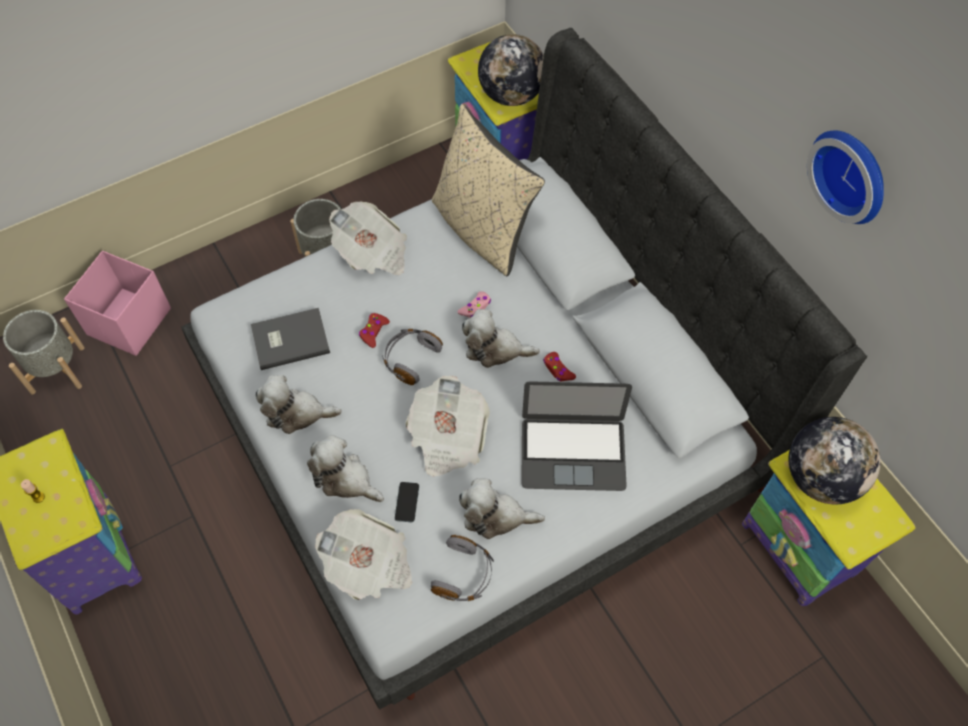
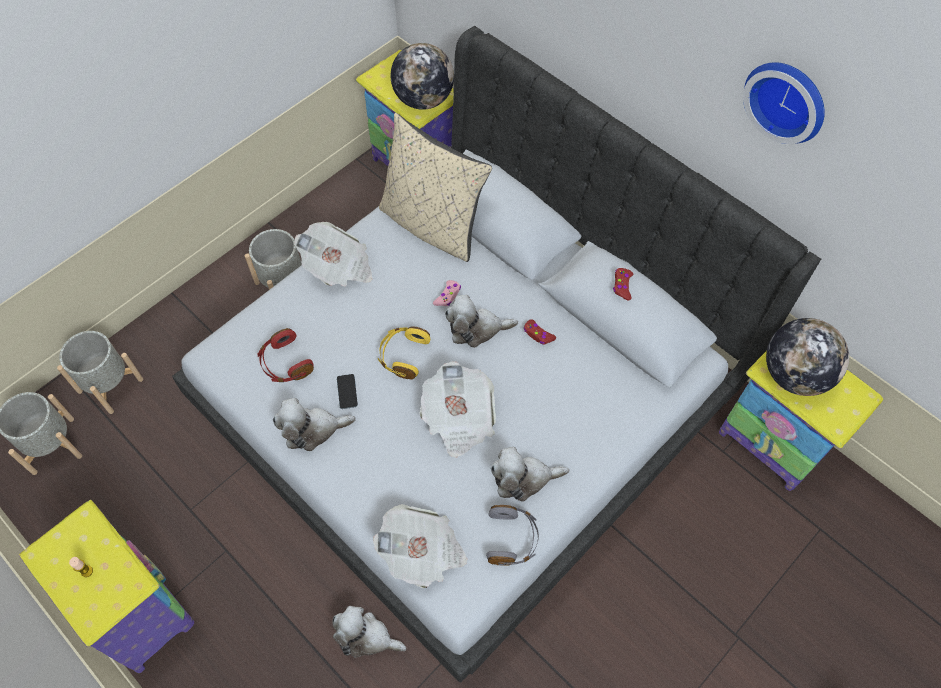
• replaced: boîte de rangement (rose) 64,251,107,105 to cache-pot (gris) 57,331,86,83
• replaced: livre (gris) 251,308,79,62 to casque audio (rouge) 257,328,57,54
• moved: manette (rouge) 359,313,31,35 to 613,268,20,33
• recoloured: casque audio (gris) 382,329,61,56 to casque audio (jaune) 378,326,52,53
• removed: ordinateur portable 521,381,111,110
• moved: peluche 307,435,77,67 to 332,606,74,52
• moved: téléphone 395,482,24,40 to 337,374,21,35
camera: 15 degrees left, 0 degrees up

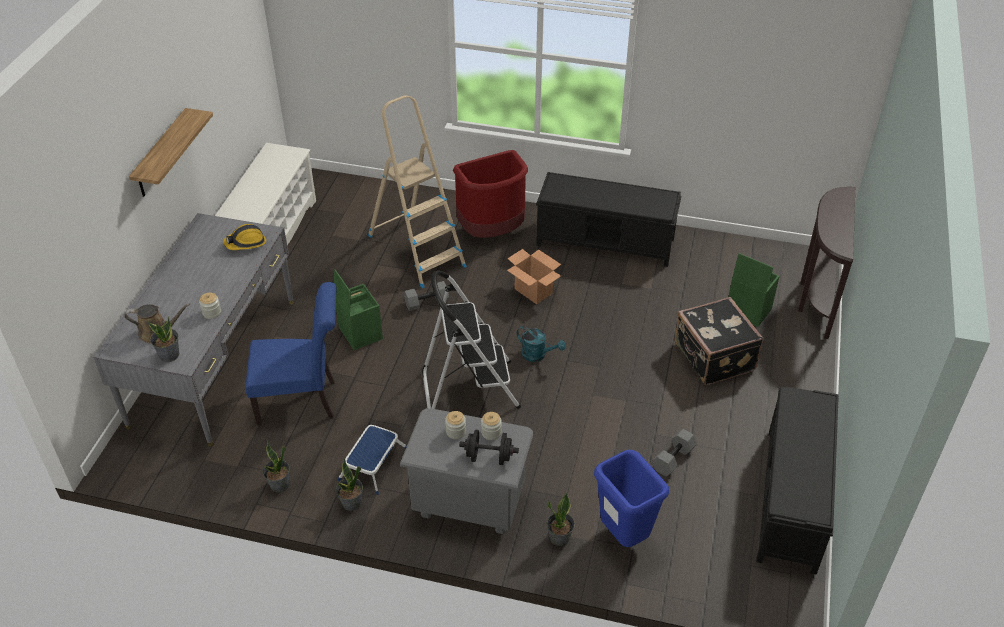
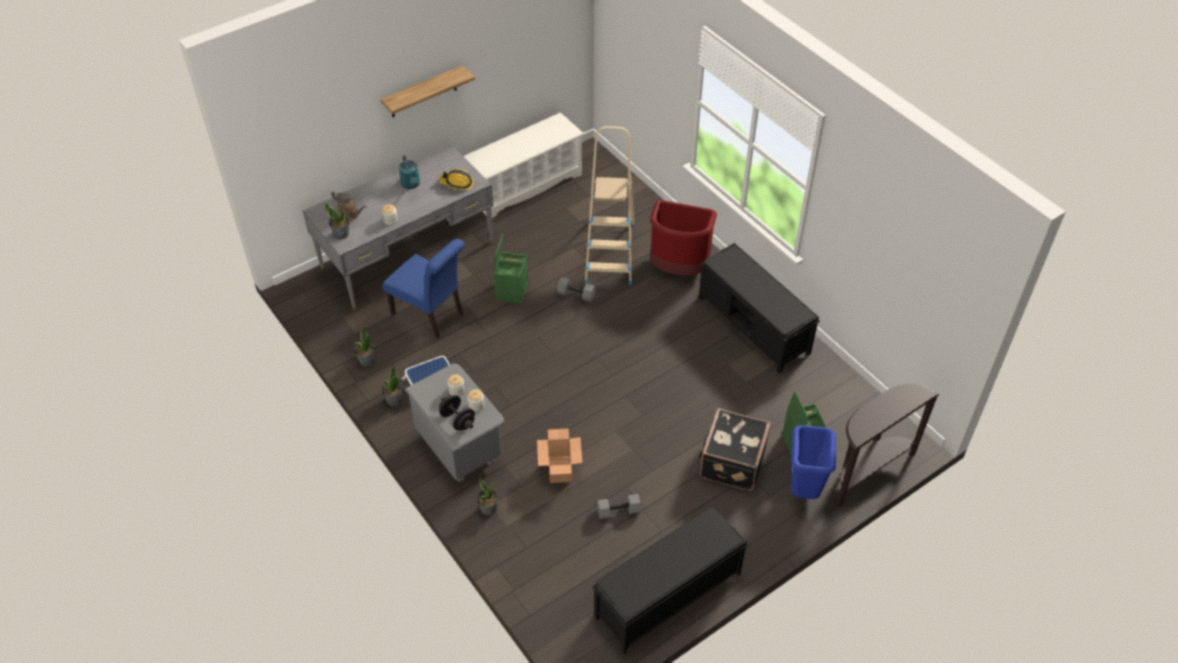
• moved: carton 507,249,54,55 to 537,429,45,54
• removed: escabeau 422,270,99,139
• moved: arrosoir (turquoise) 517,326,49,36 to 399,156,21,33
• moved: poubelle (bleu) 594,450,75,97 to 791,425,45,74
camera: 40 degrees right, 5 degrees up

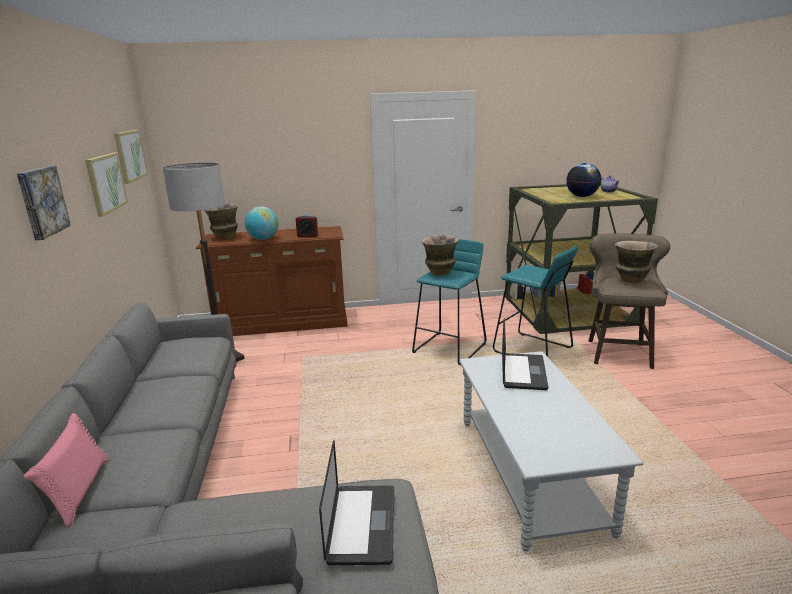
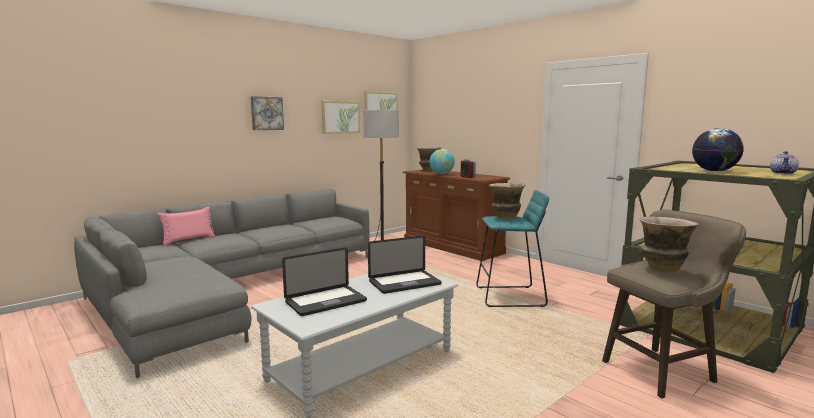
• removed: tabouret (turquoise) 493,246,85,111
• moved: ordinateur portable 319,440,75,125 to 282,247,85,69
camera: 55 degrees right, 10 degrees down

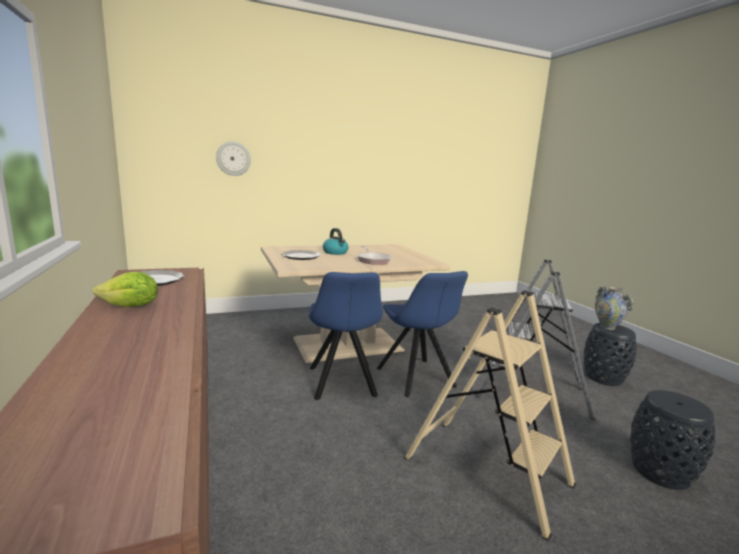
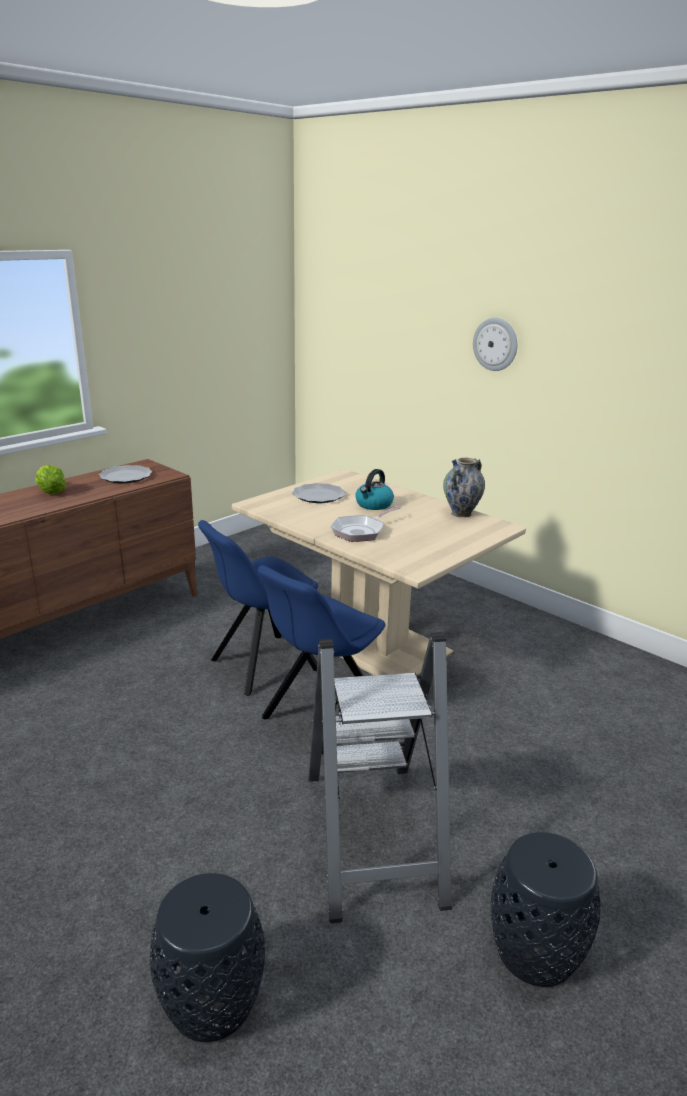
• moved: horloge murale 216,142,35,34 to 473,318,44,53
• moved: vase 595,287,39,43 to 443,458,42,59
• removed: escabeau (beige) 403,290,173,251
camera: 65 degrees right, 10 degrees up

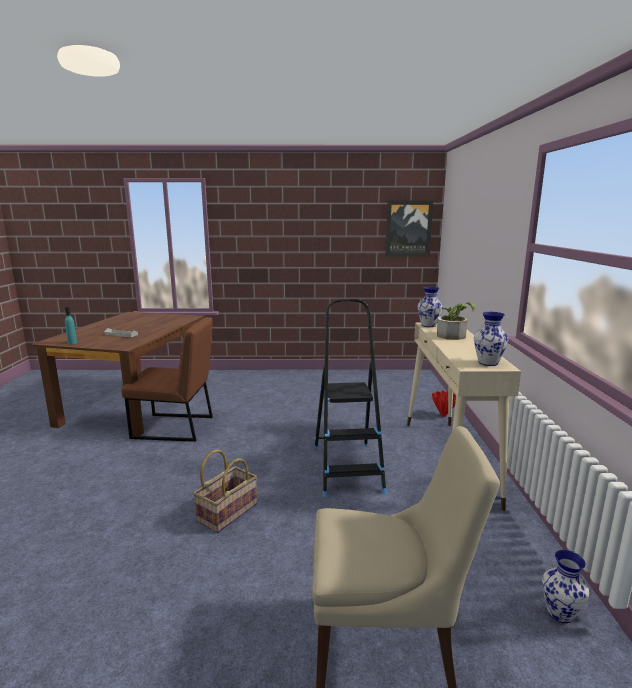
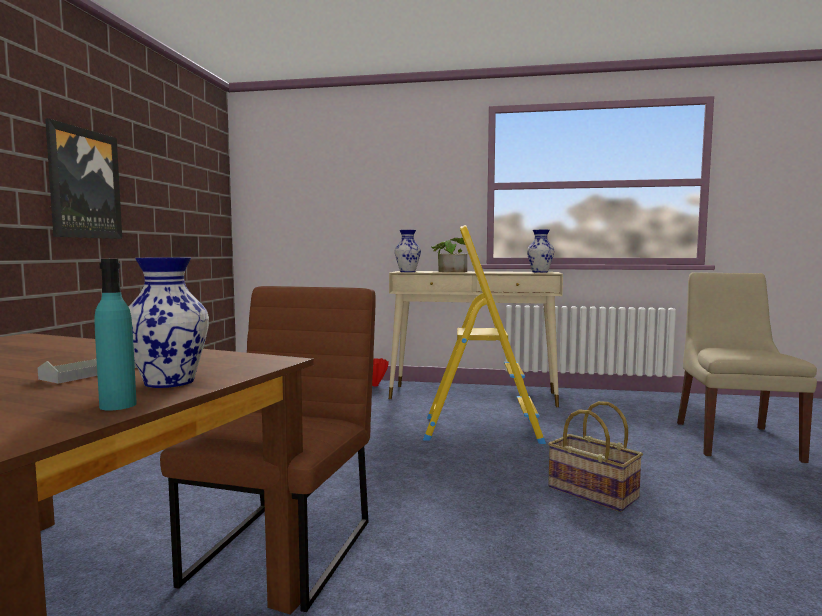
• moved: tableau 385,201,48,56 to 45,118,77,121
• recoloured: escabeau (noir) 314,299,73,198 to escabeau (jaune) 423,225,123,219
• moved: vase 542,550,47,73 to 129,257,80,131
camera: 80 degrees left, 10 degrees down

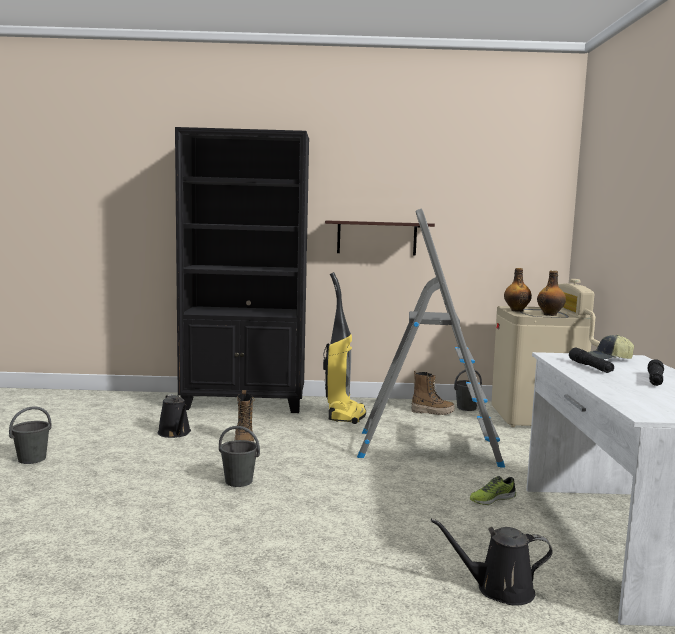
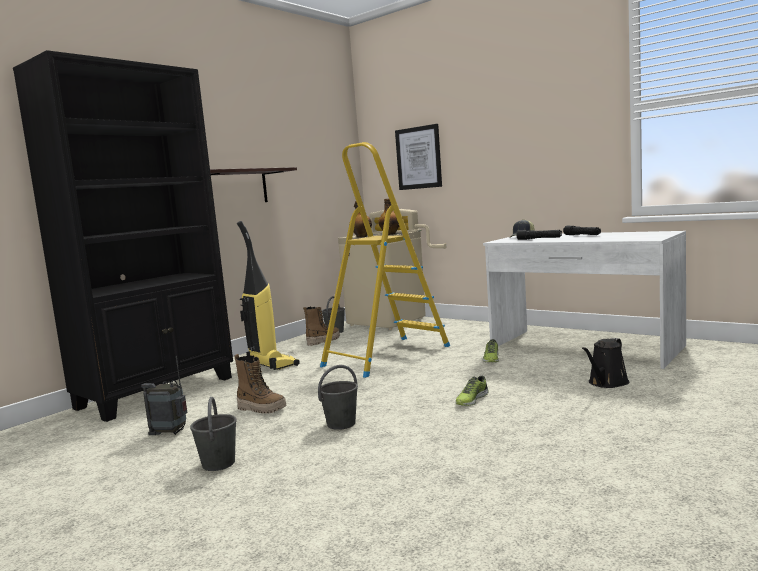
• recoloured: escabeau (gris) 357,209,148,259 to escabeau (jaune) 320,142,130,236
• replaced: arrosoir (noir) 158,394,33,44 to radio 141,356,46,79
• moved: seau (gris) 9,406,43,58 to 190,397,47,74
• added: tableau 395,124,47,66
• added: chaussure 455,376,33,30
camera: 50 degrees left, 0 degrees up

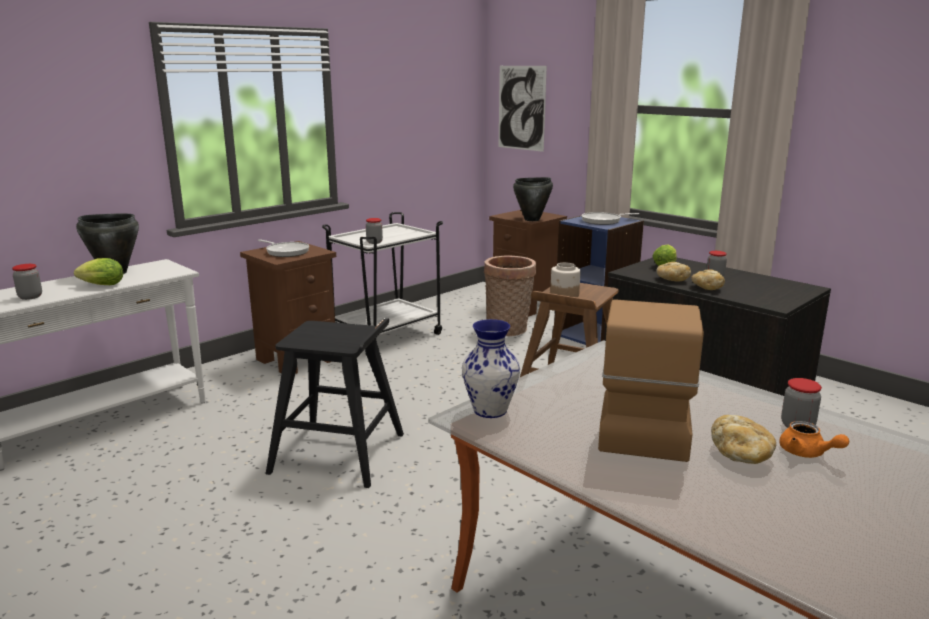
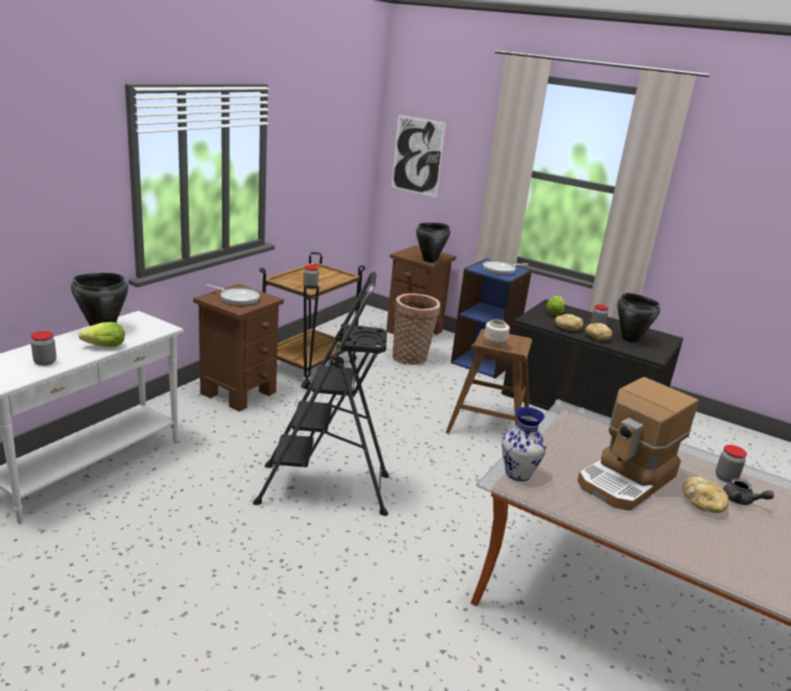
• recoloured: chariot (blanc) 322,212,121,143 to chariot (marron) 259,252,106,137
• turned: machine à café 598,299,106,163 = 577,377,122,134 135 degrees counterclockwise
• replaced: tabouret (noir) 266,318,138,170 to escabeau 253,271,136,245
• recoloured: théière (orange) 779,421,70,37 to théière (gris) 723,478,51,27
• added: marmite (noir) 617,293,43,49
camera: 15 degrees left, 5 degrees up

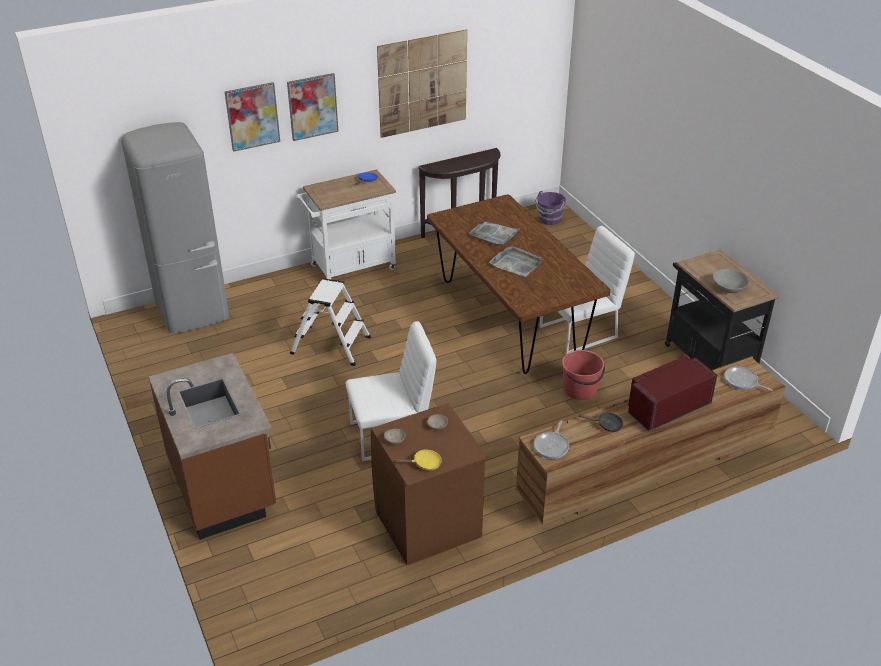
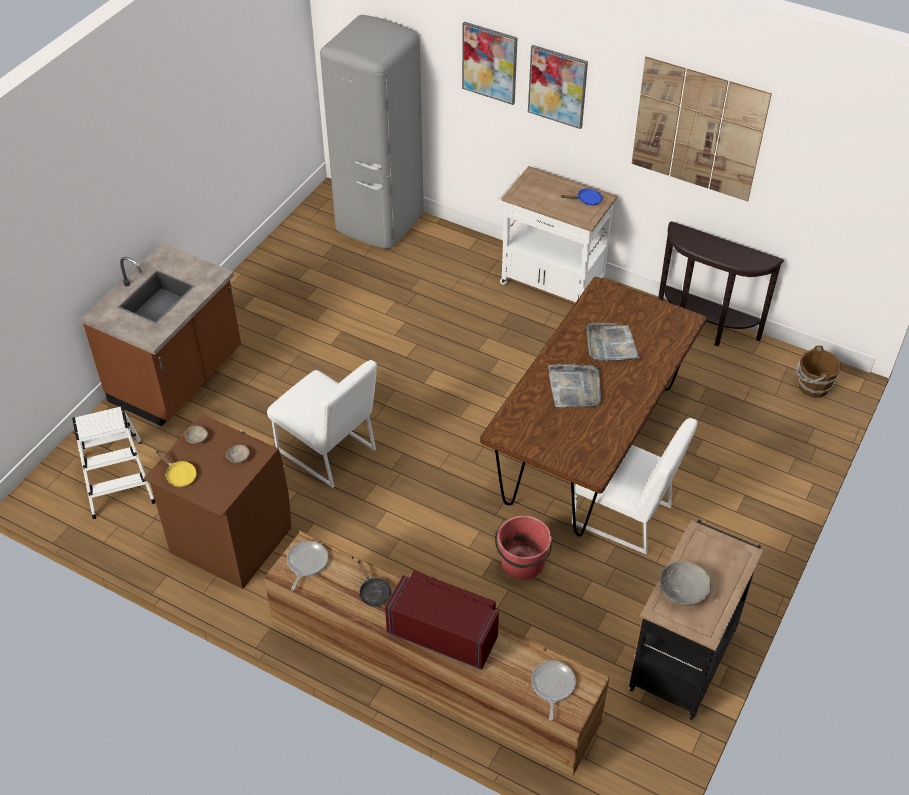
• recoloured: seau (violet) 535,191,31,34 to seau (marron) 796,345,46,53
• moved: escabeau (blanc) 290,278,81,88 to 72,406,84,113
• turned: poêle 534,421,35,38 = 287,541,41,50 120 degrees clockwise
camera: 55 degrees right, 10 degrees up

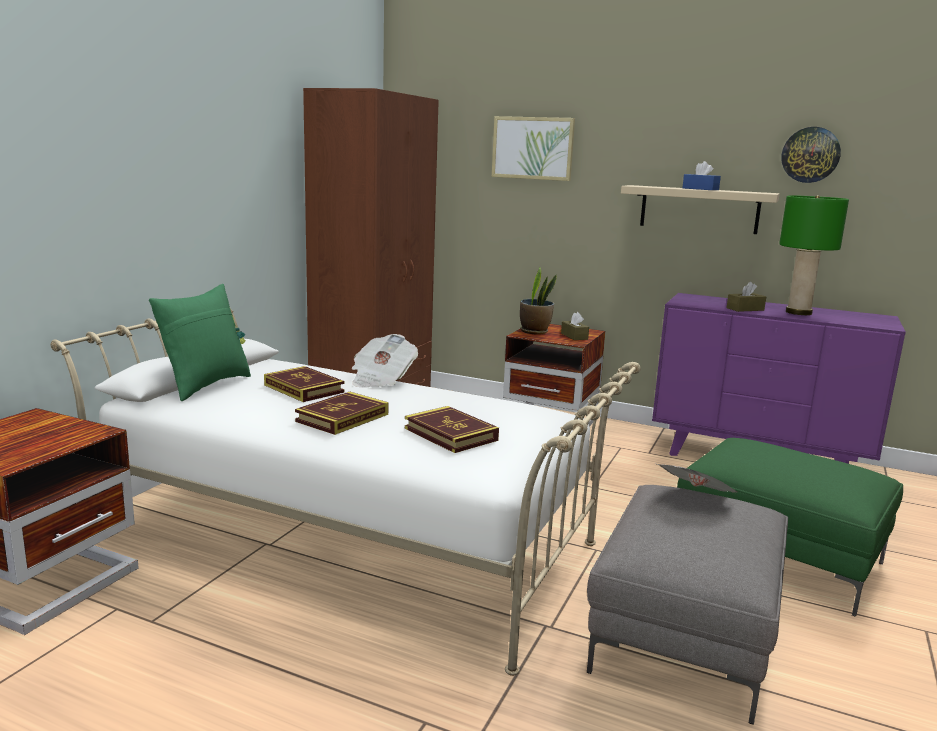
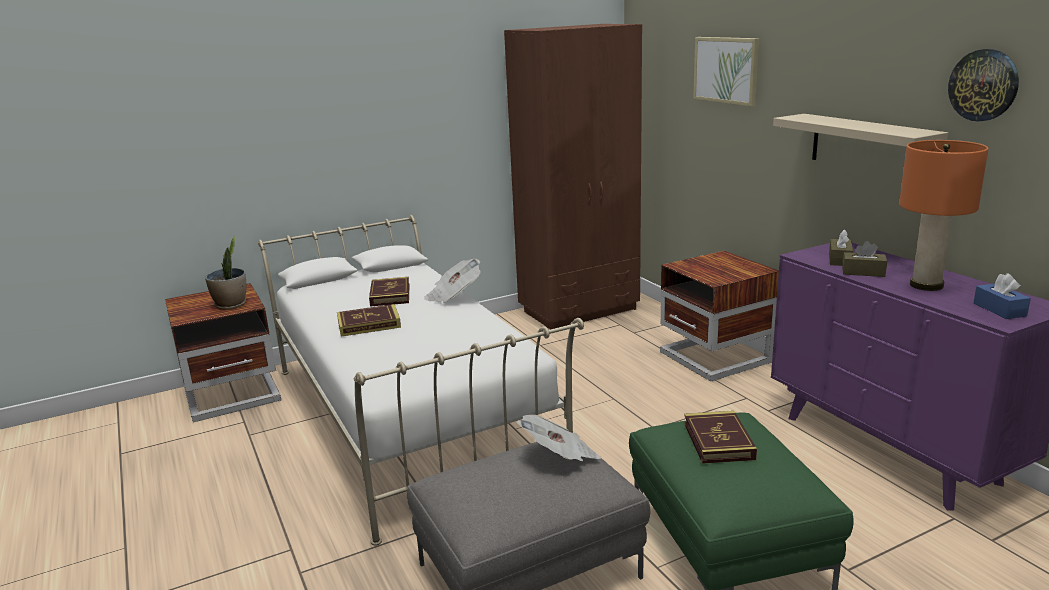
• moved: boîte à mouchoirs (bleu) 682,161,39,29 to 974,273,57,46
• recoloured: lampe de table (vert) 779,195,70,120 to lampe de table (orange) 899,140,89,151
• moved: plante en pot 520,267,37,68 to 205,235,41,75
• removed: coussin (vert) 149,284,102,117
• moved: boîte à mouchoirs (marron) 561,312,28,28 to 829,230,24,36
• moved: livre 405,406,94,47 to 684,411,73,53
camera: 40 degrees right, 5 degrees up

